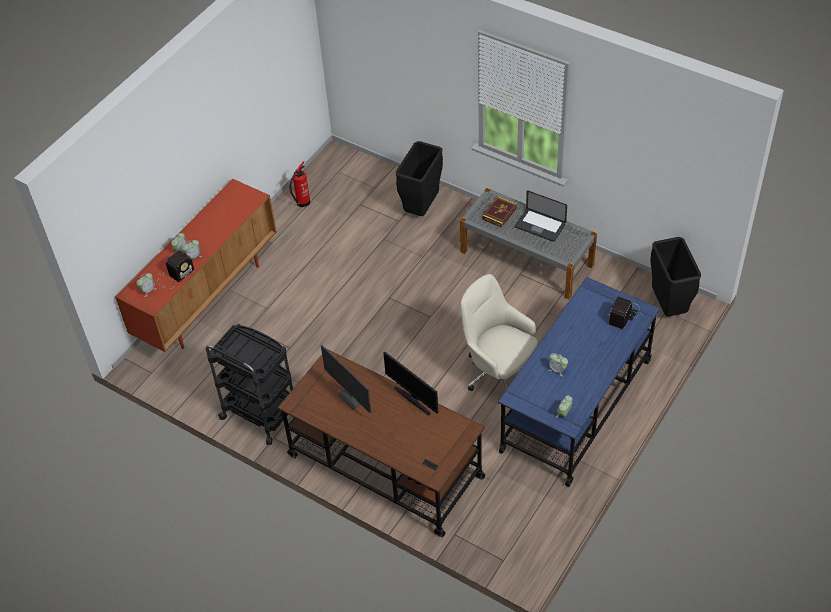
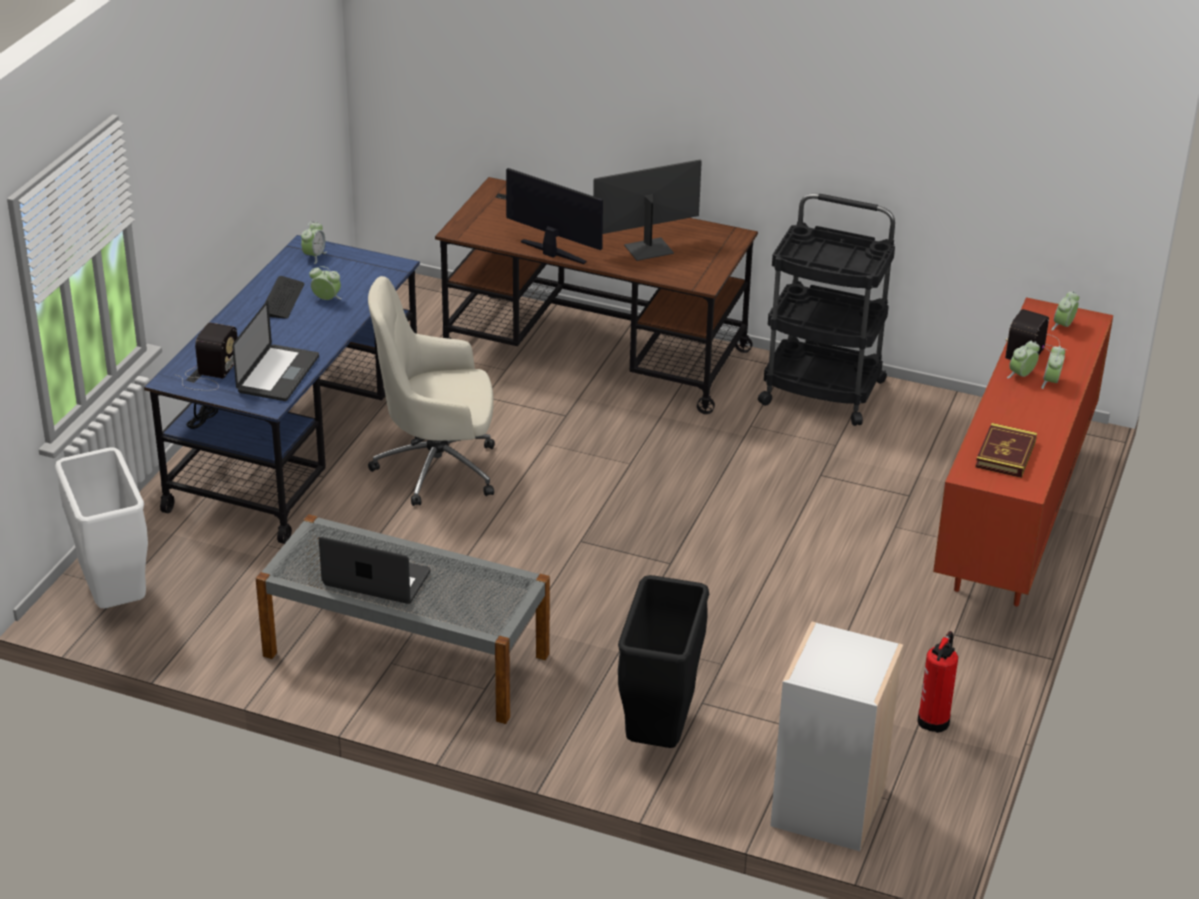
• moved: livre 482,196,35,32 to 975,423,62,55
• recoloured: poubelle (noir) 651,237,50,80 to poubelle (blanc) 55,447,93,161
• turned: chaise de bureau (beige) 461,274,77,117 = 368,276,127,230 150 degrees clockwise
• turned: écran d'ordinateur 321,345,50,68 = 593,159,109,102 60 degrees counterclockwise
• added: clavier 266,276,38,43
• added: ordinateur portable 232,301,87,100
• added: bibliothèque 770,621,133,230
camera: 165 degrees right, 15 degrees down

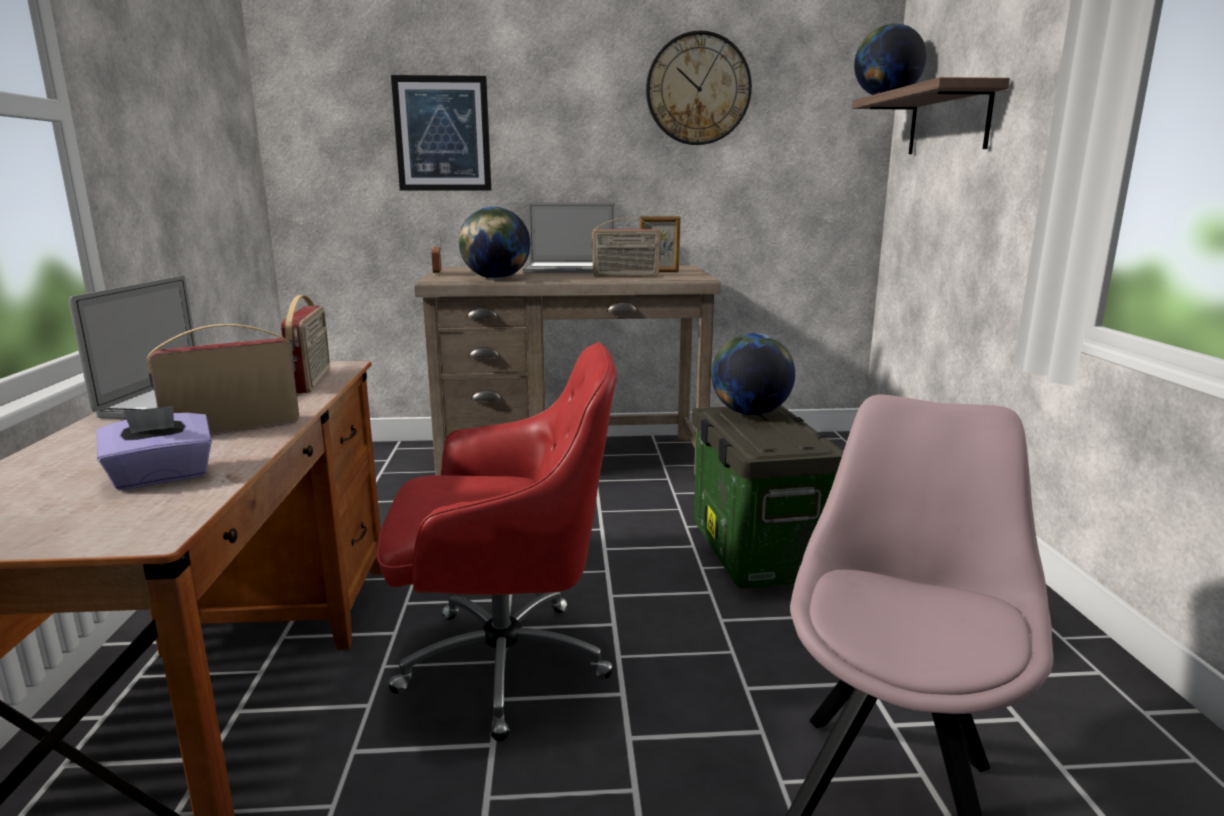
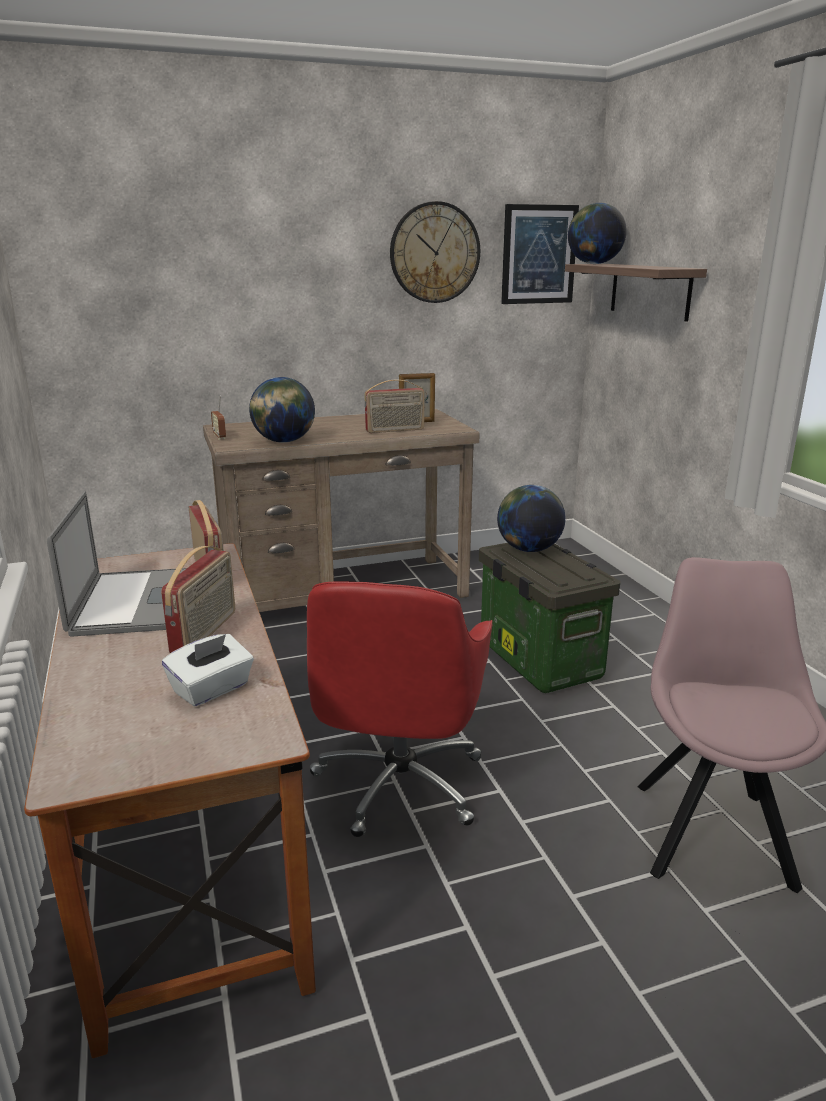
• moved: tableau 391,75,100,116 to 501,204,78,100
• removed: ordinateur portable 522,203,93,70
• turned: radio 147,324,152,111 = 161,546,74,107 150 degrees clockwise
• turned: chaise de bureau (rouge) 377,342,240,399 = 307,581,186,256 120 degrees clockwise
• recoloured: boîte à mouchoirs (violet) 96,406,116,84 to boîte à mouchoirs (blanc) 162,634,92,73
camera: 15 degrees left, 5 degrees up

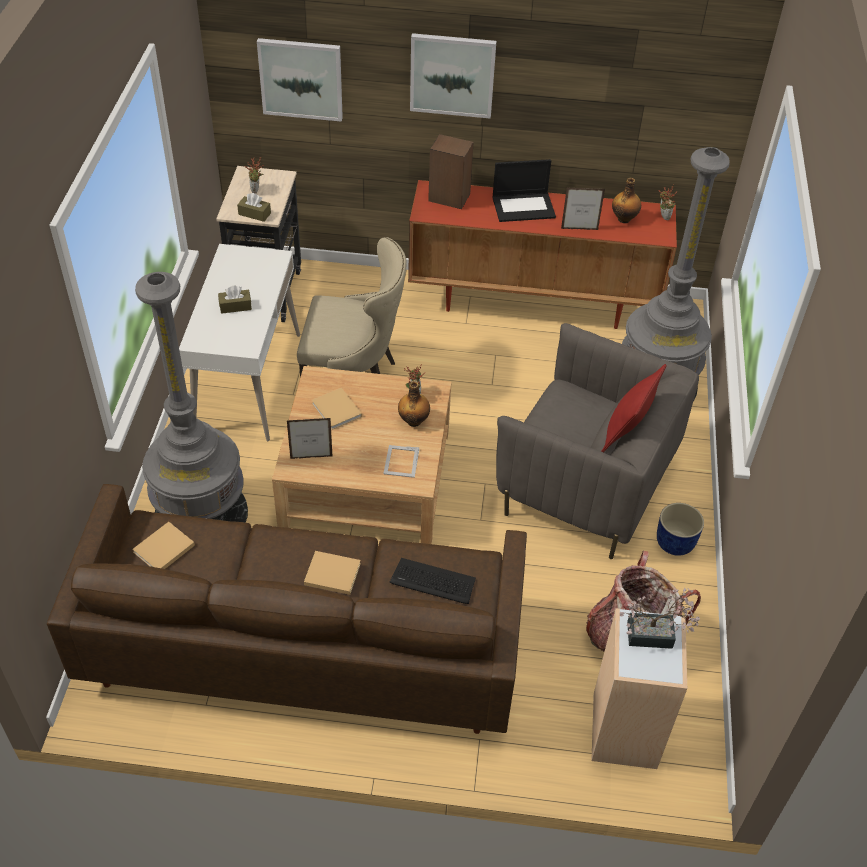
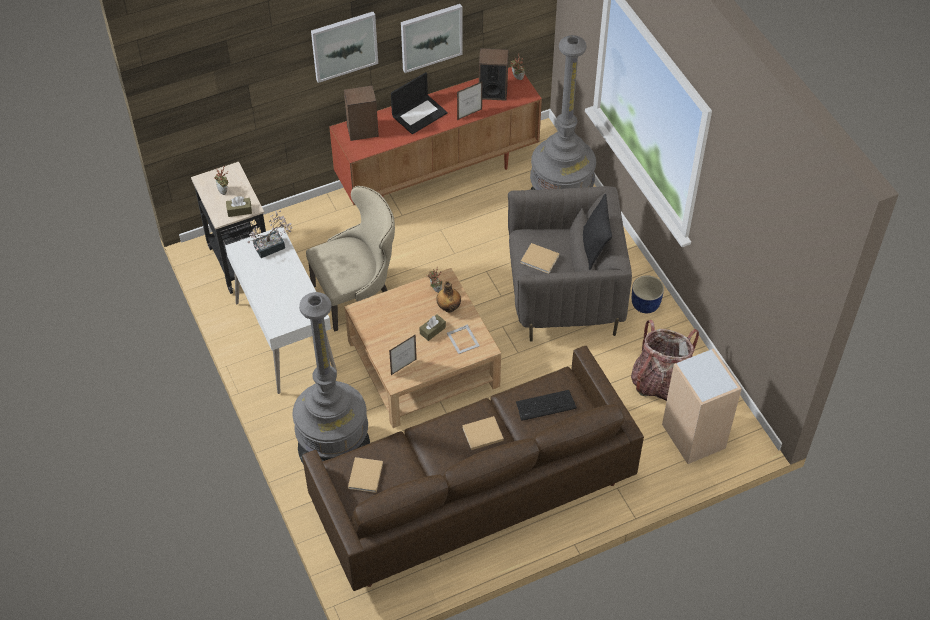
• moved: tableau 257,38,86,84 to 401,4,62,69
• replaced: bouteille 612,178,29,45 to enceinte 479,48,30,53
• moved: boîte à mouchoirs (marron) 218,286,34,28 to 419,314,27,27
• recoloured: coussin (rouge) 601,364,66,88 to coussin (noir) 583,194,29,76
• moved: livre (beige) 312,388,50,42 to 521,243,38,31
• moved: plante en pot 620,588,80,61 to 247,210,45,48
camera: 30 degrees left, 5 degrees up

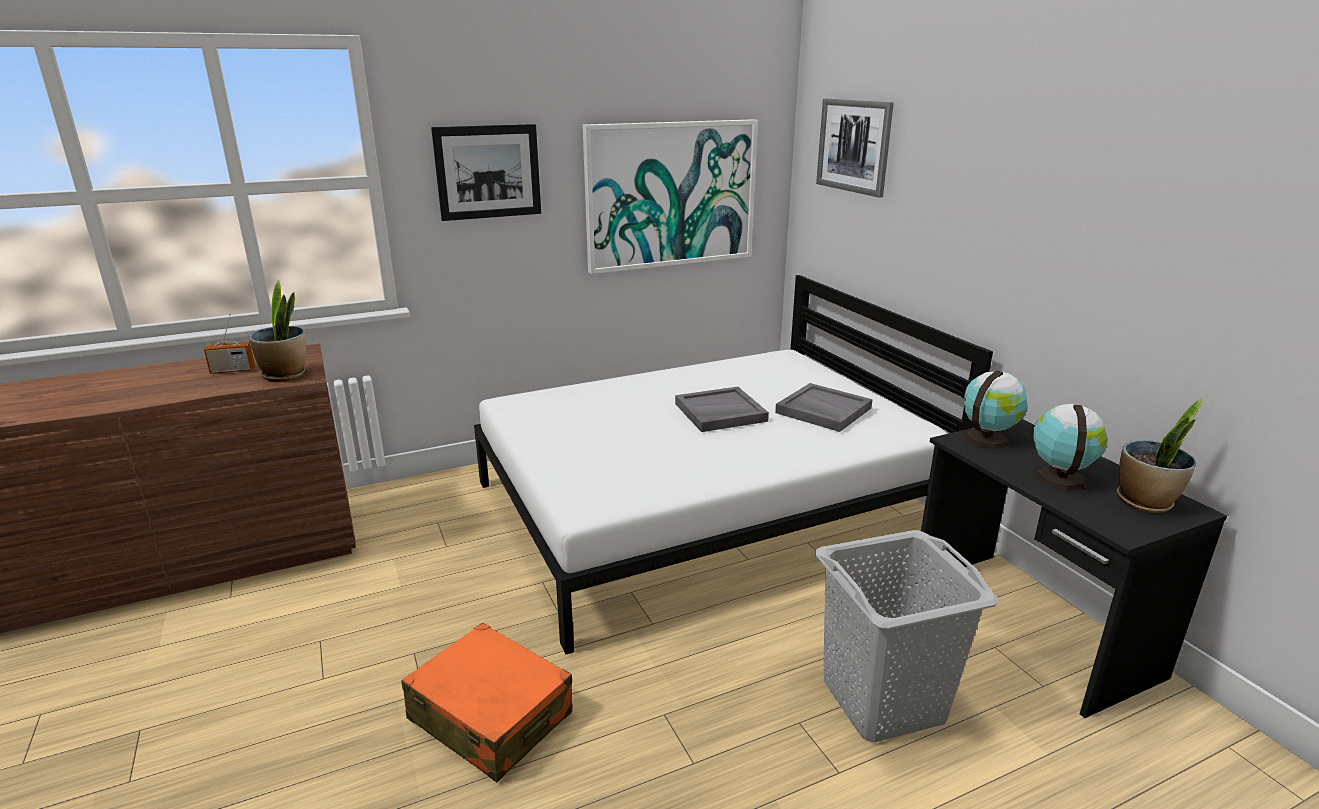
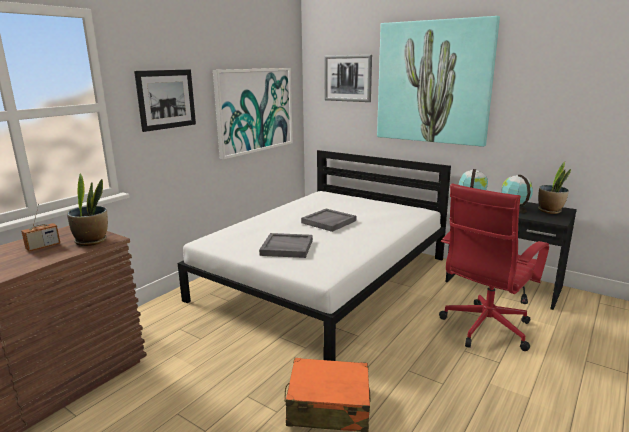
• moved: plateau (gris) 775,383,98,49 to 259,233,54,25
• replaced: panier à linge (gris) 815,530,184,212 to chaise de bureau (rouge) 439,183,110,168
• added: tableau 377,16,123,131
camera: 30 degrees left, 5 degrees down

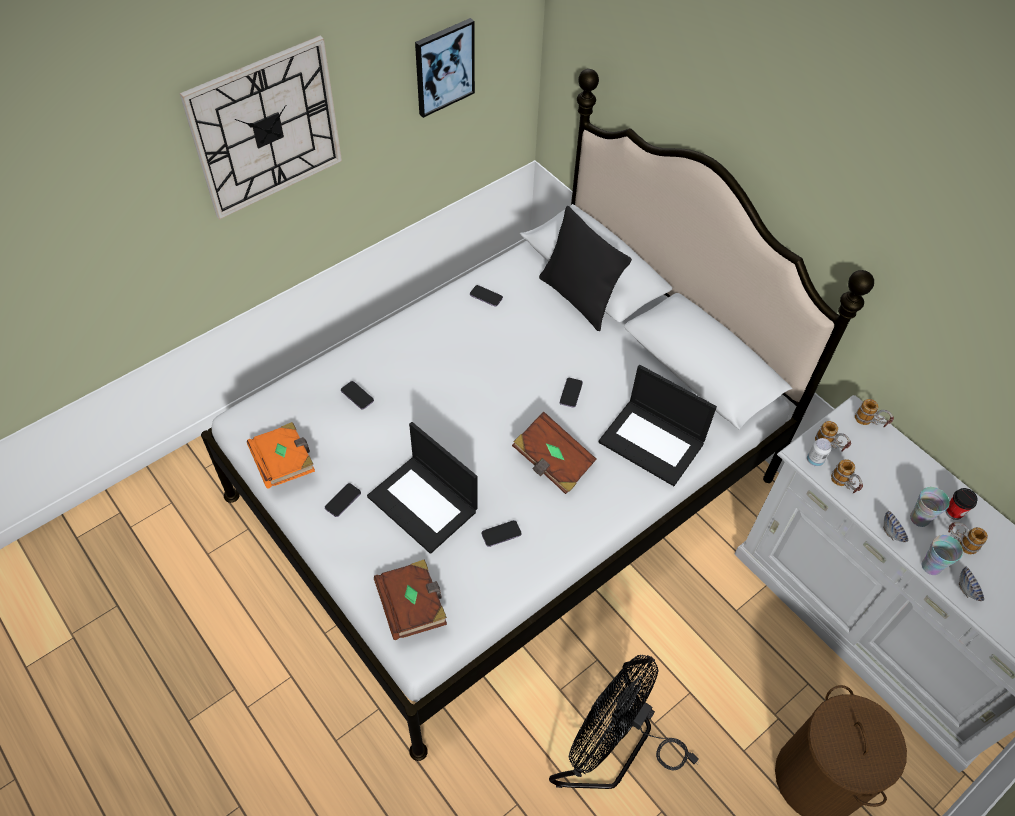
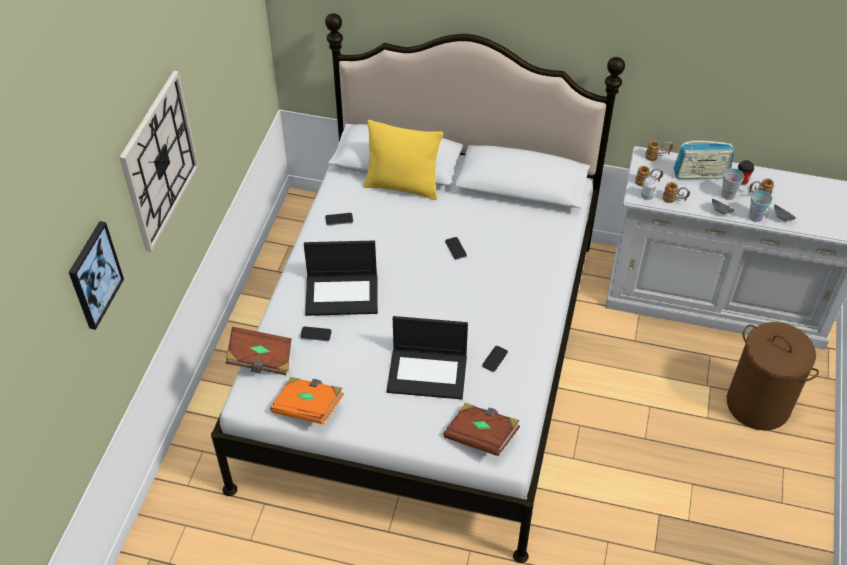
• moved: tableau 415,18,60,100 to 69,221,55,109
• recoloured: coussin (noir) 539,206,93,125 to coussin (jaune) 363,120,80,80
• moved: ordinateur portable 599,365,118,121 to 304,241,74,75
• moved: livre (marron) 512,411,85,83 to 226,327,66,48
• removed: téléphone 325,483,36,34
• removed: ventilateur (noir) 549,655,150,134
• added: radio 674,140,60,39
camera: 35 degrees left, 5 degrees down

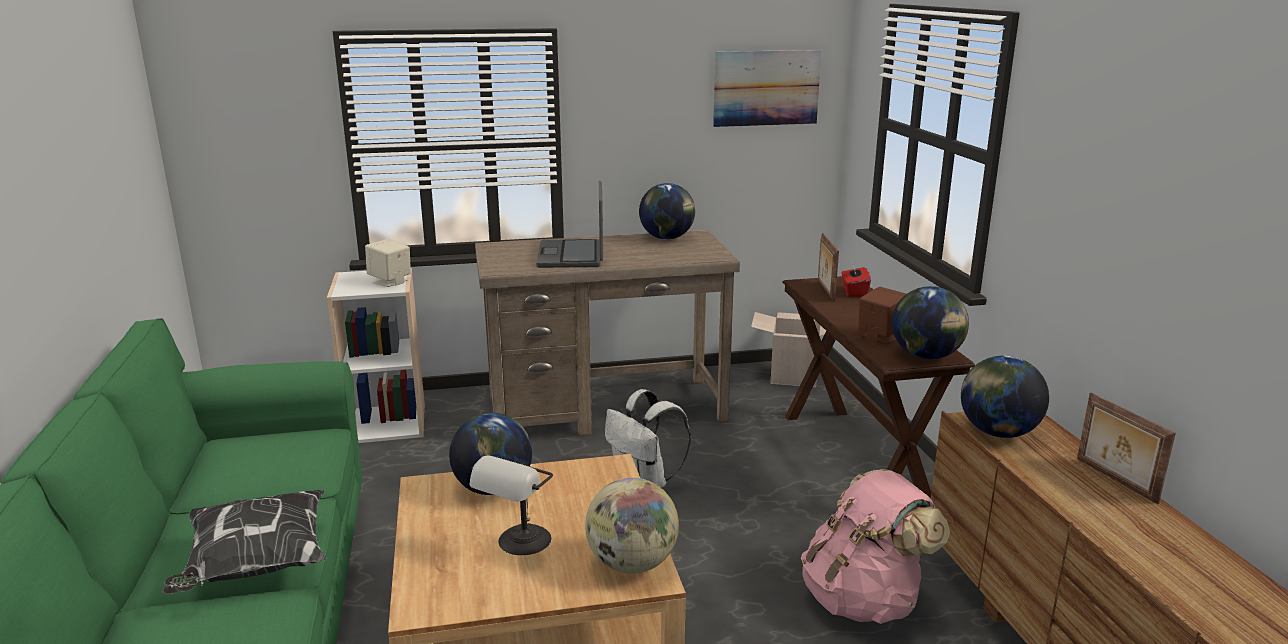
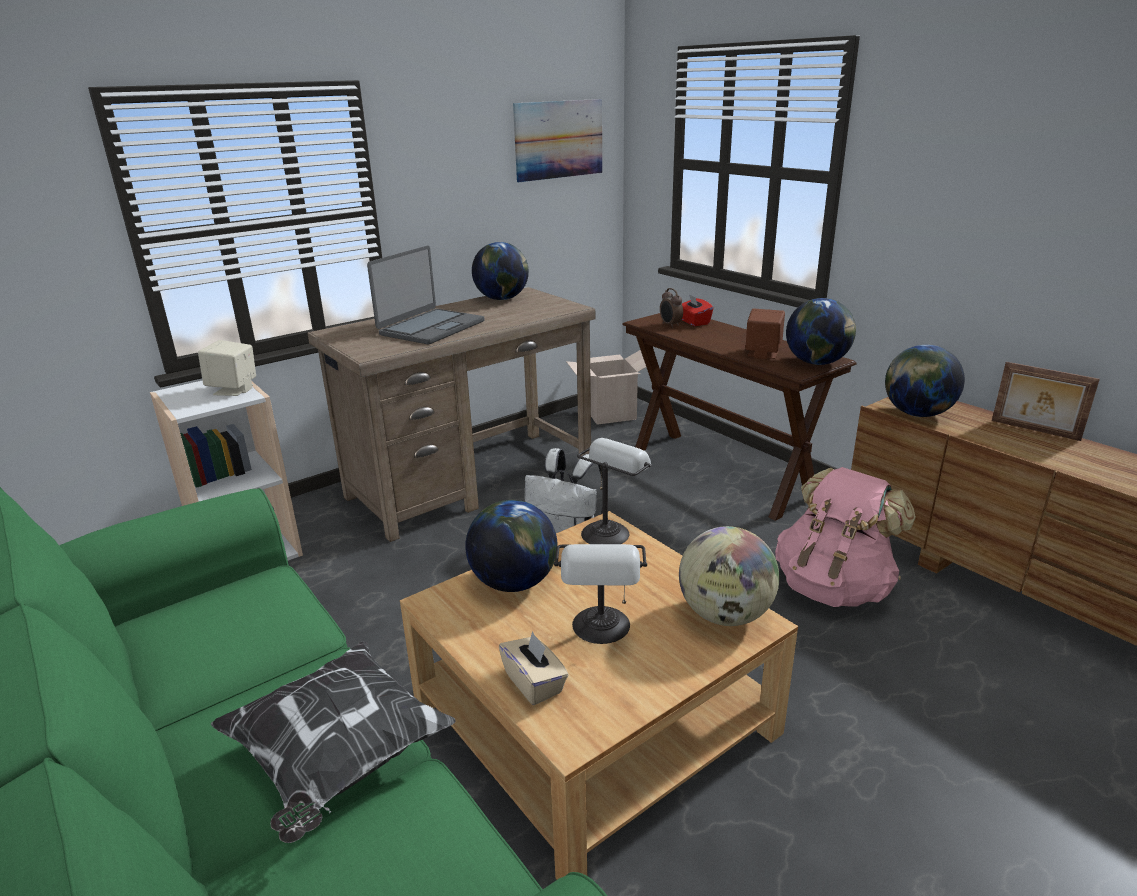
• turned: ordinateur portable 536,181,67,87 = 367,246,118,98 120 degrees counterclockwise
• replaced: cadre photo 818,233,21,69 to réveil 660,288,23,40
• added: lampe de table 577,438,74,106
• added: boîte à mouchoirs (beige) 499,631,70,74
camera: 25 degrees left, 5 degrees up

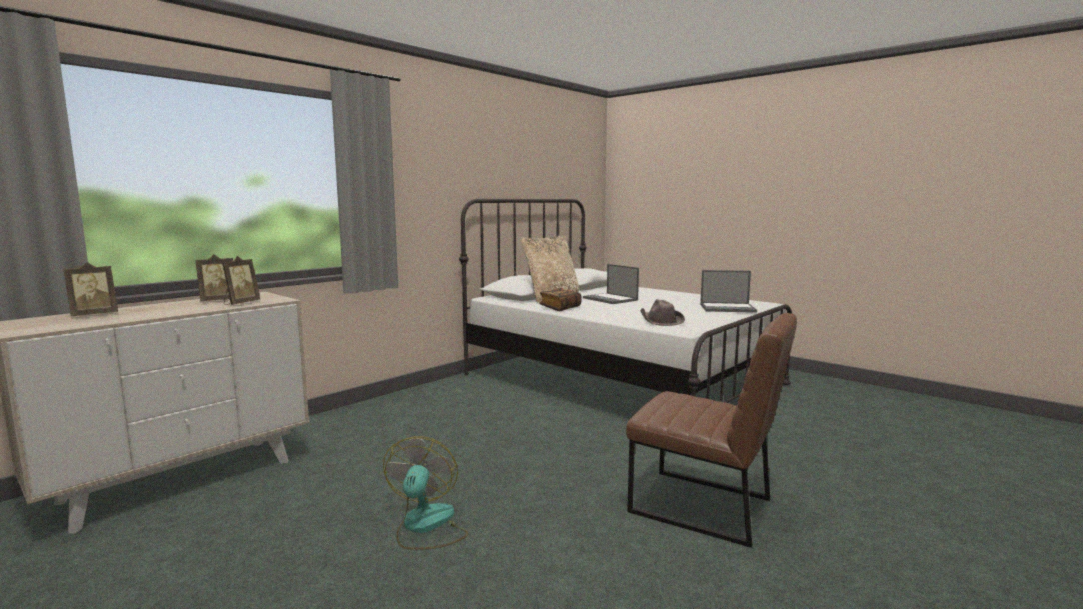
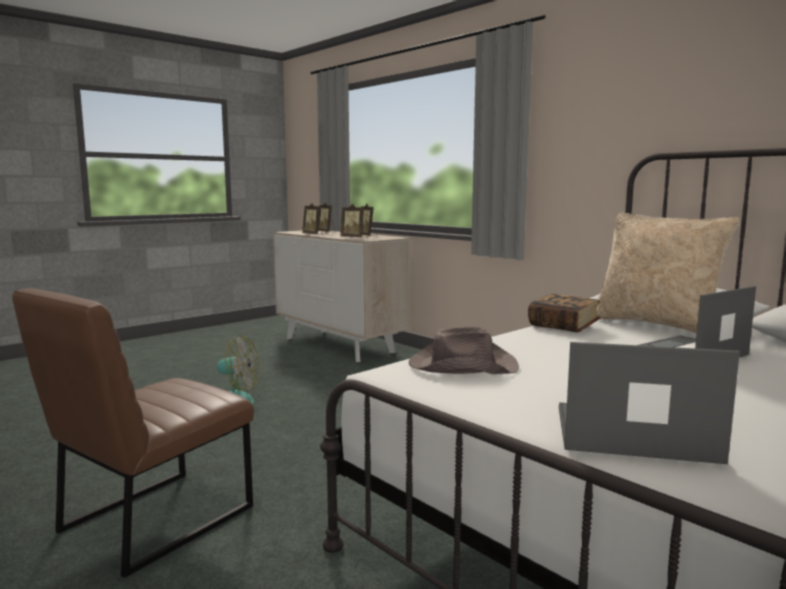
• turned: ordinateur portable 700,270,57,43 = 559,342,181,122 90 degrees clockwise
• added: cadre photo 302,203,21,32
camera: 95 degrees right, 0 degrees up

